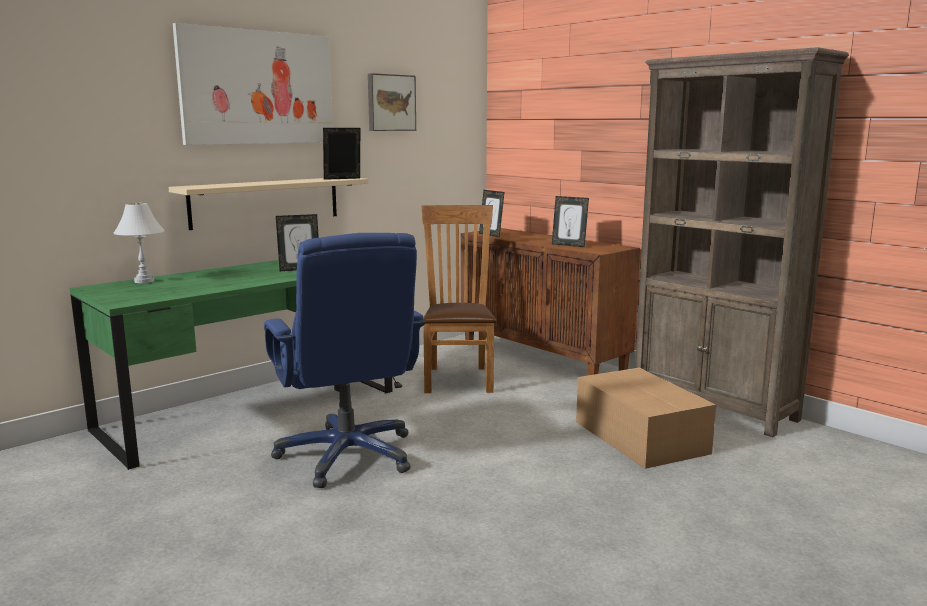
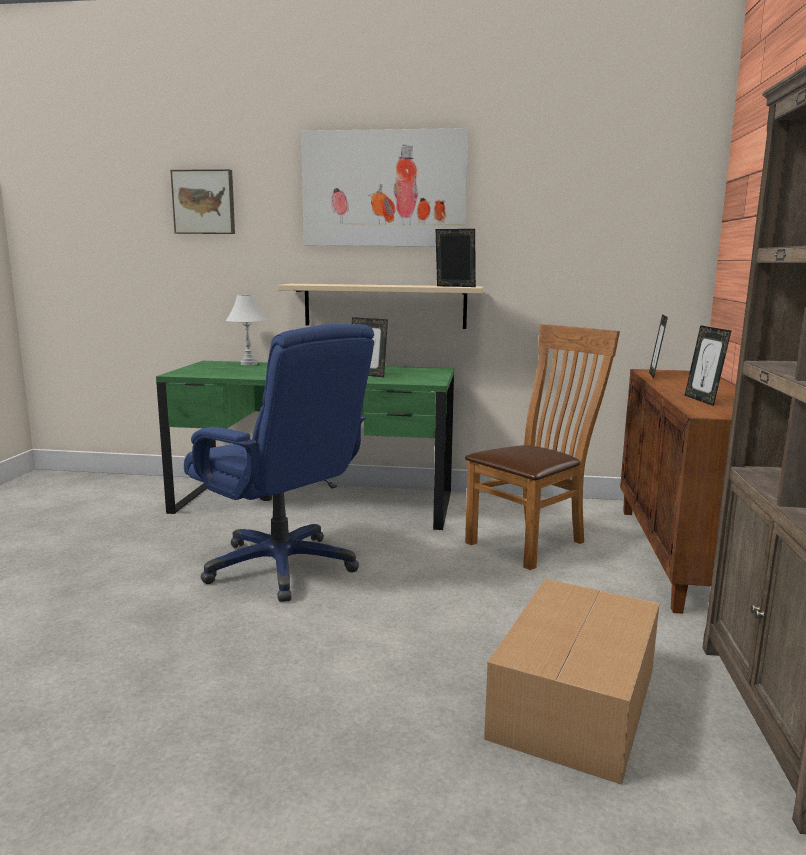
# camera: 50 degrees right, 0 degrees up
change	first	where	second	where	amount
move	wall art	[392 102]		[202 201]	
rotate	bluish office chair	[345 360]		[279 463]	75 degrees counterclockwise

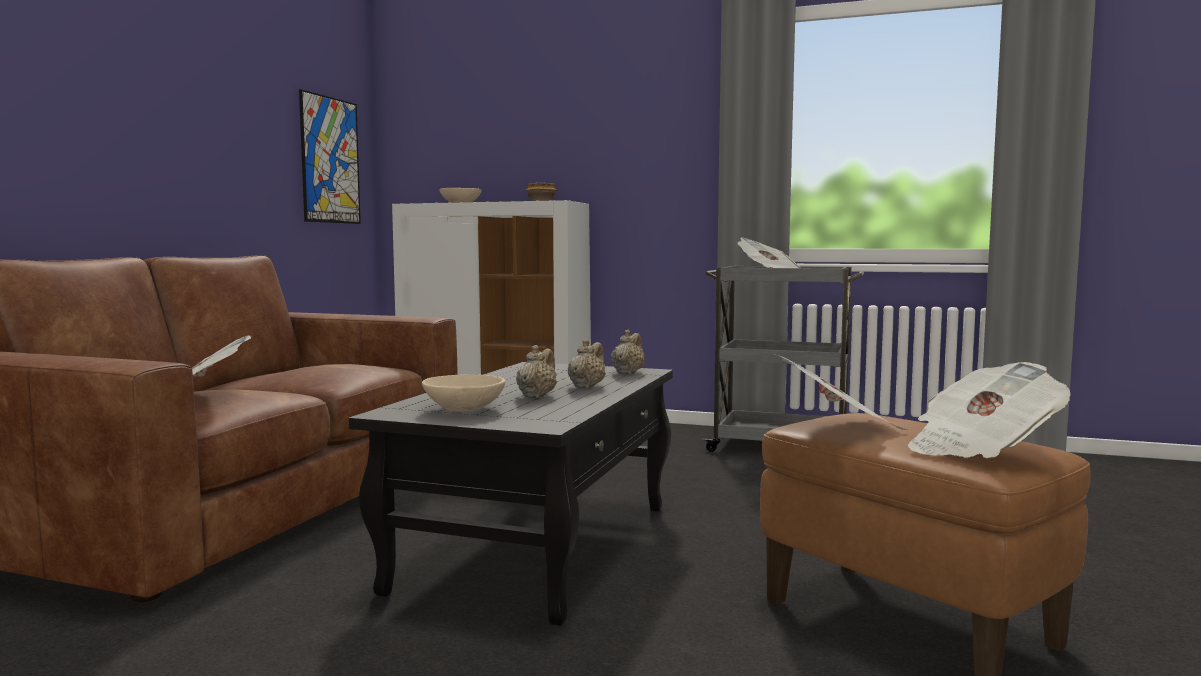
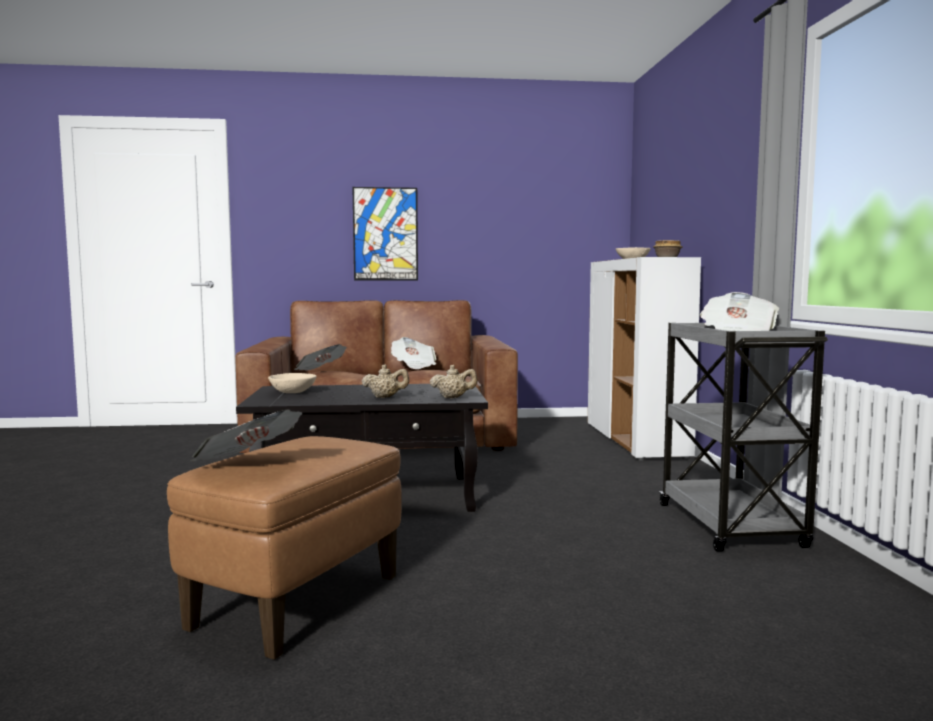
# camera: 65 degrees right, 0 degrees up
change	first	where	second	where	amount
move	wall art	[330 156]		[385 234]	
delete	sand-coloured tea pot	[536 371]			
move	daily paper	[840 392]		[413 353]	

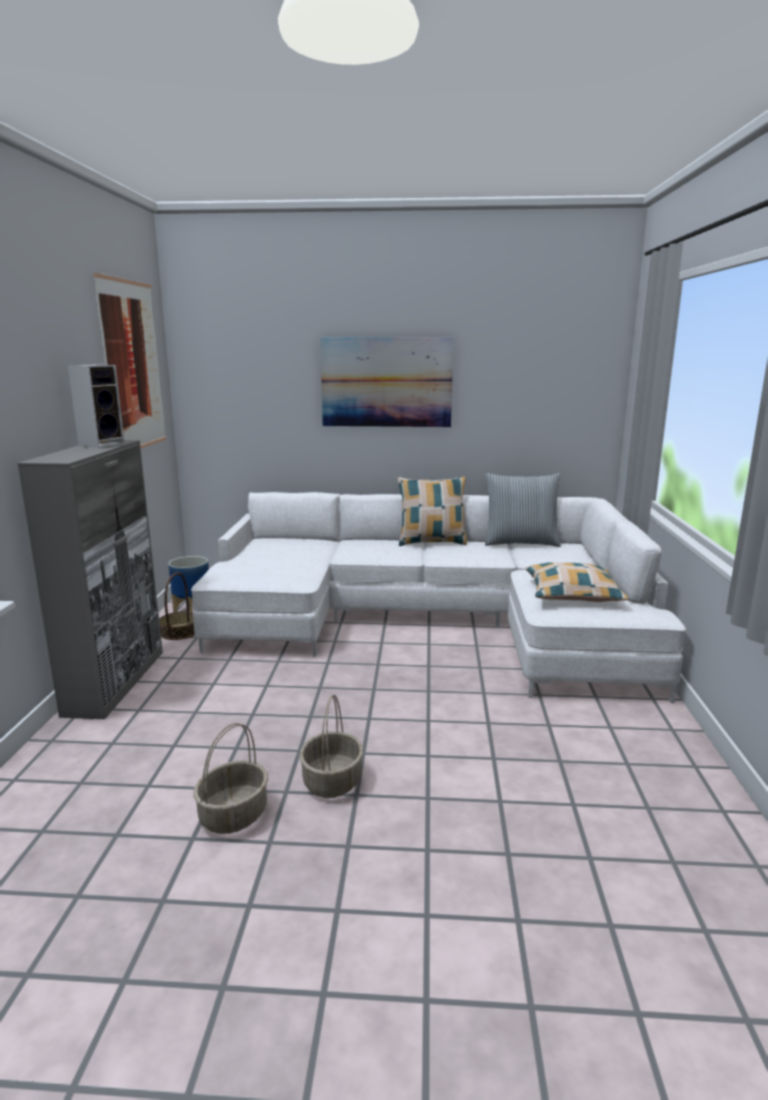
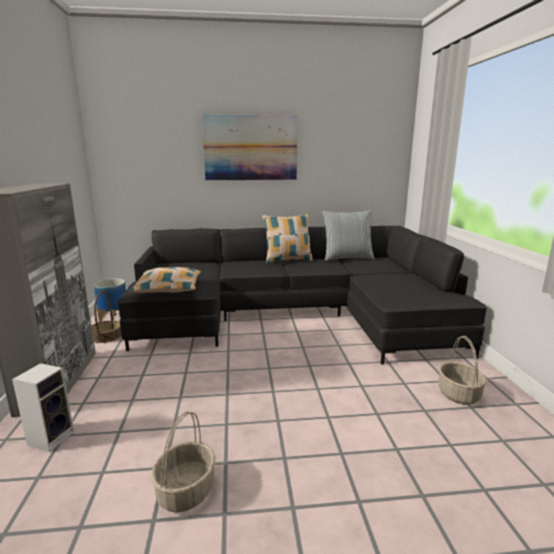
# camera: 10 degrees left, 0 degrees up
change	first	where	second	where	amount
delete	wall art	[129 360]			
move	speaker	[96 406]		[43 407]	
recolor	white-coloured sofa	[438 597]	black sofa	[302 295]	
move	pillow	[576 582]		[165 280]	
move	basket	[331 746]		[462 370]	

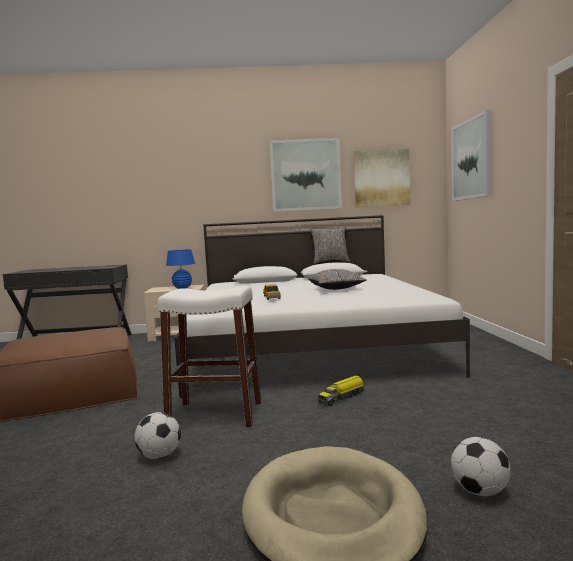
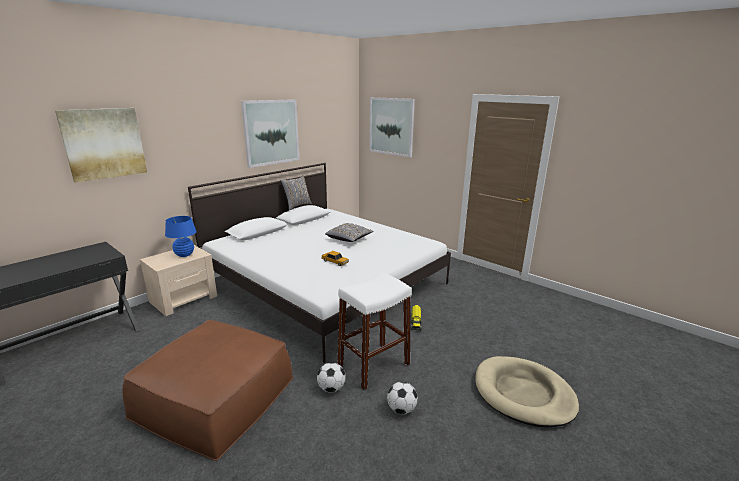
# camera: 45 degrees left, 15 degrees up
change	first	where	second	where	amount
move	wall art	[382 178]		[101 145]	
move	football	[481 466]		[331 377]	

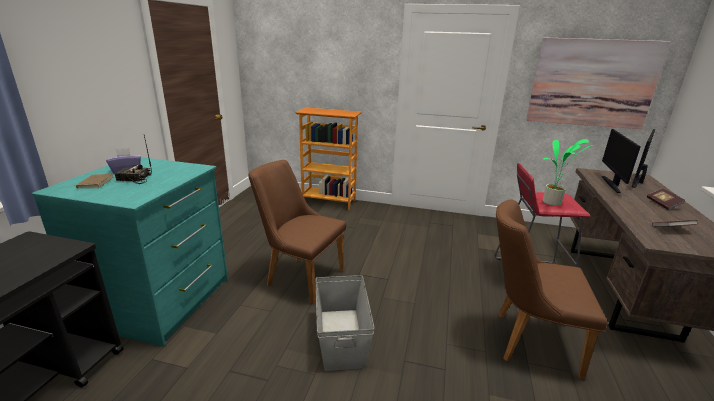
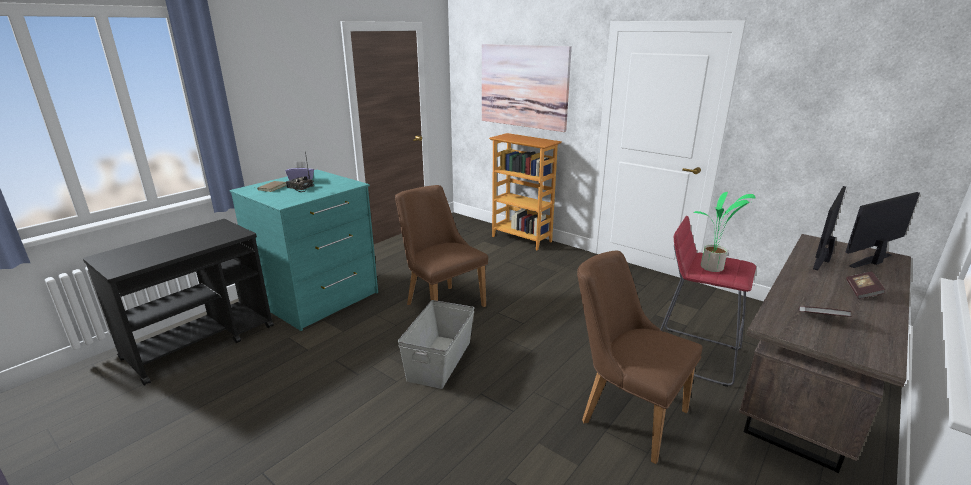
# camera: 25 degrees right, 0 degrees up
change	first	where	second	where	amount
move	wall art	[598 83]		[527 88]	

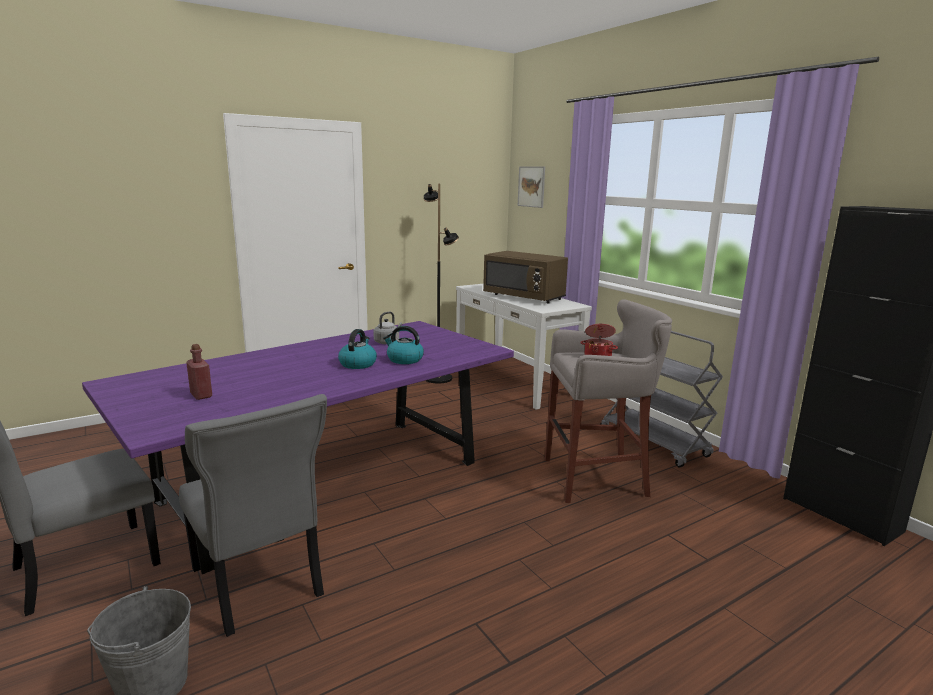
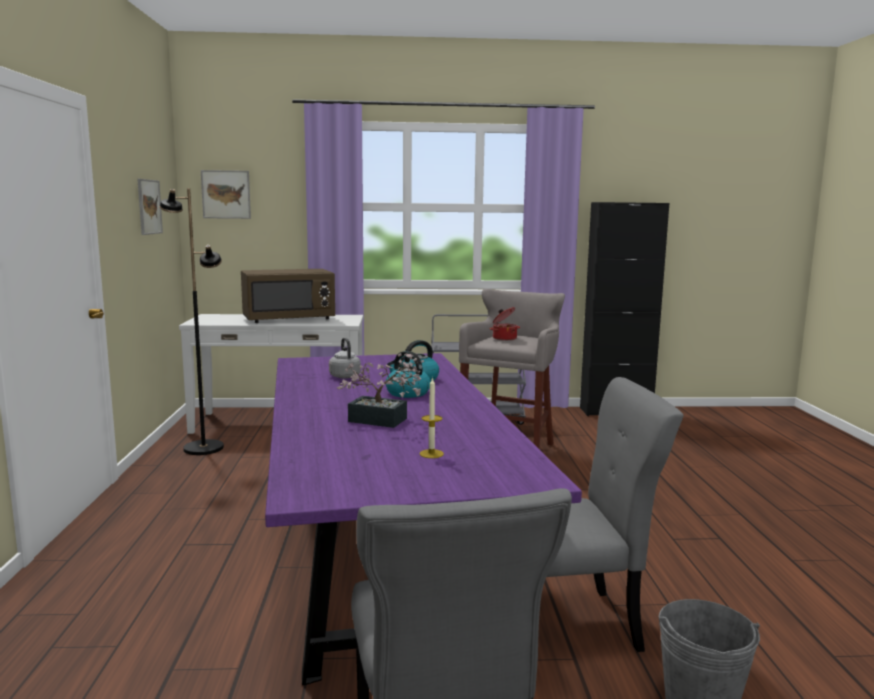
# camera: 60 degrees left, 5 degrees down
change	first	where	second	where	amount
replace	reddish beverage bottle	[199 372]	candle	[431 417]	
insert			wall art	[150 207]	
insert			potted plant	[380 390]	

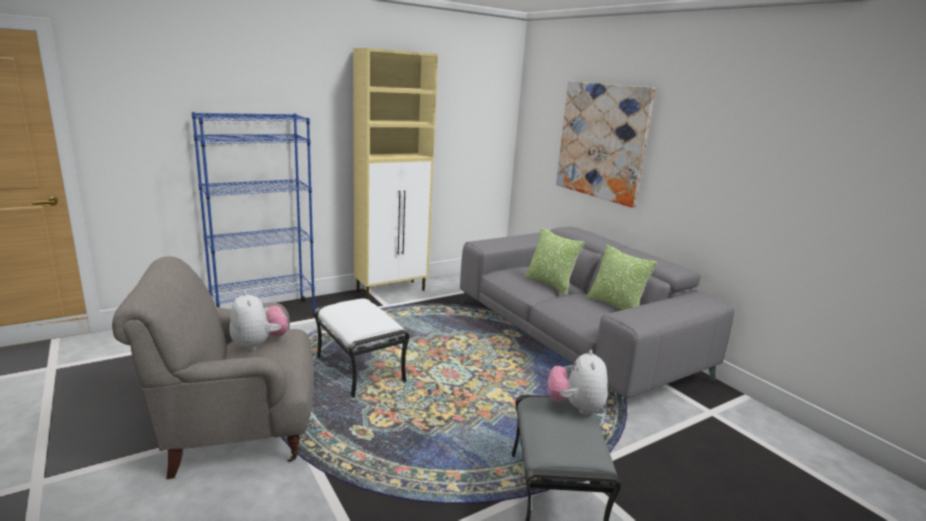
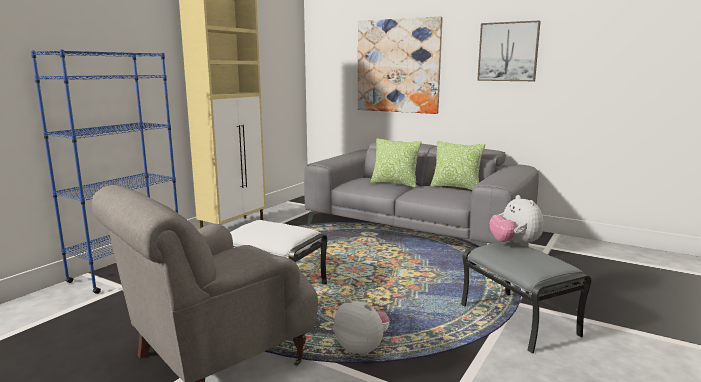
# camera: 25 degrees left, 5 degrees down
change	first	where	second	where	amount
move	cuddly toy	[258 321]		[362 327]	
insert			wall art	[509 51]	

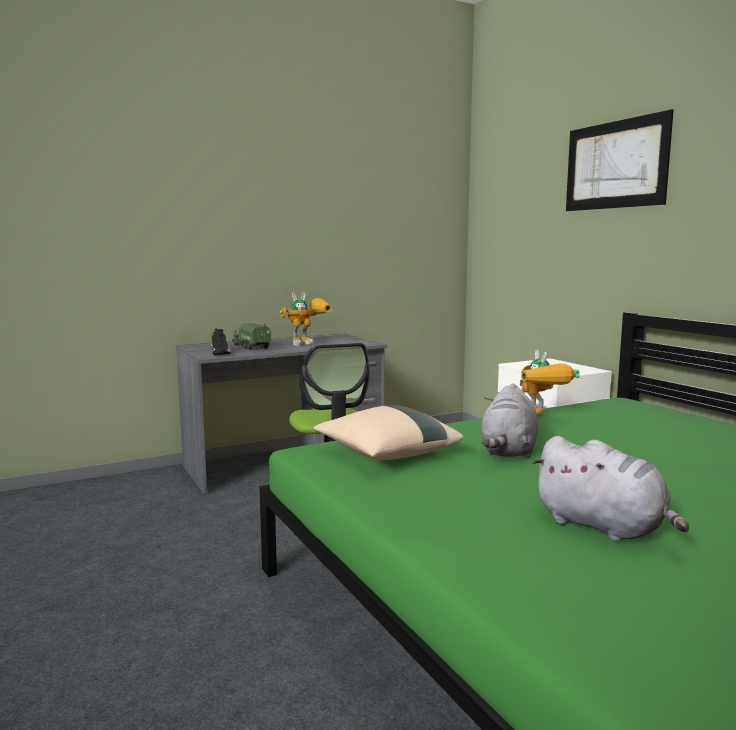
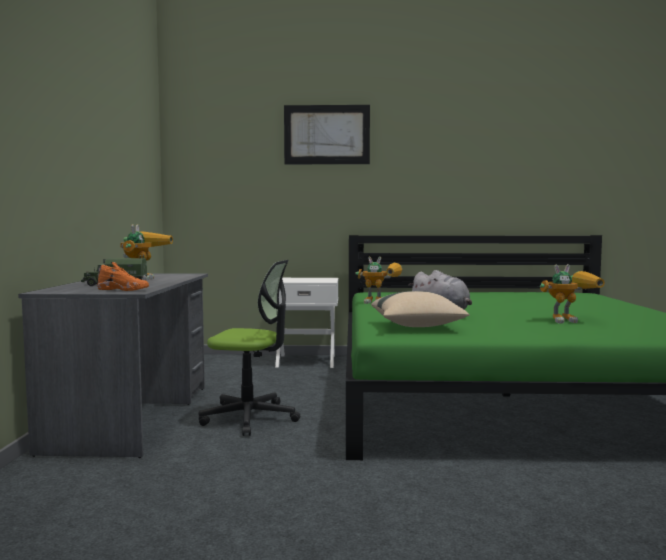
# camera: 60 degrees left, 5 degrees down
change	first	where	second	where	amount
recolor	black low shoe	[221 341]	orangey low shoe	[123 276]	
replace	gray cuddly toy	[610 489]	toy robot	[572 293]	

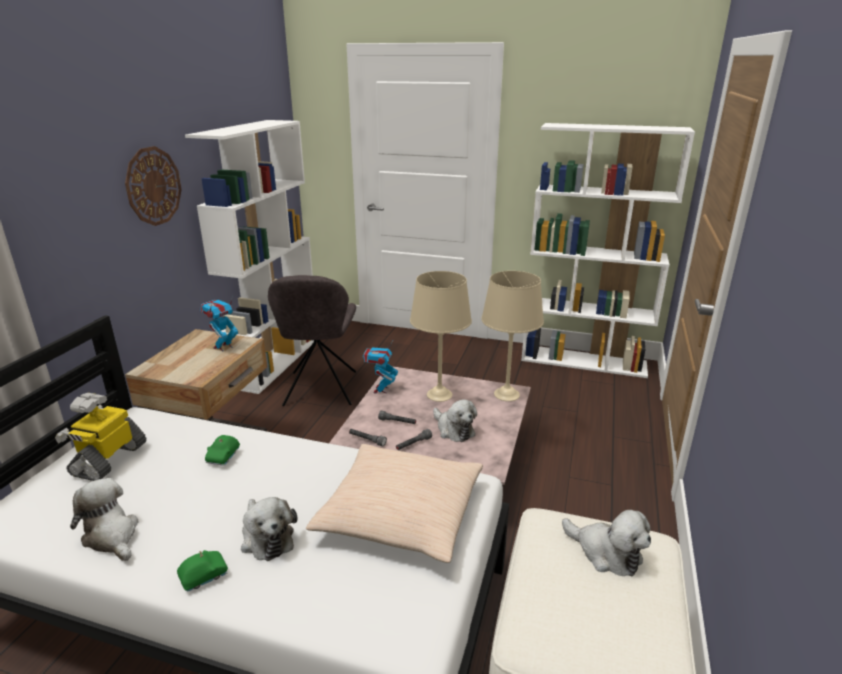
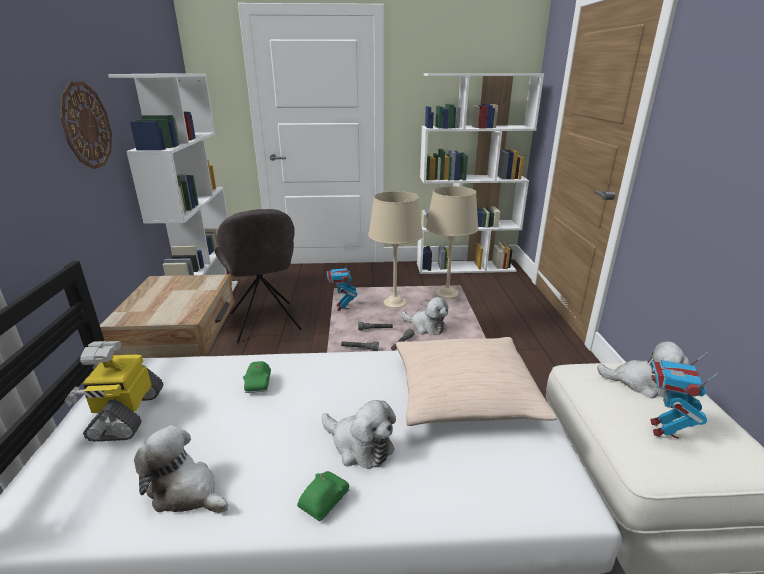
# camera: 20 degrees left, 0 degrees up
change	first	where	second	where	amount
move	toy robot	[219 323]		[684 395]	

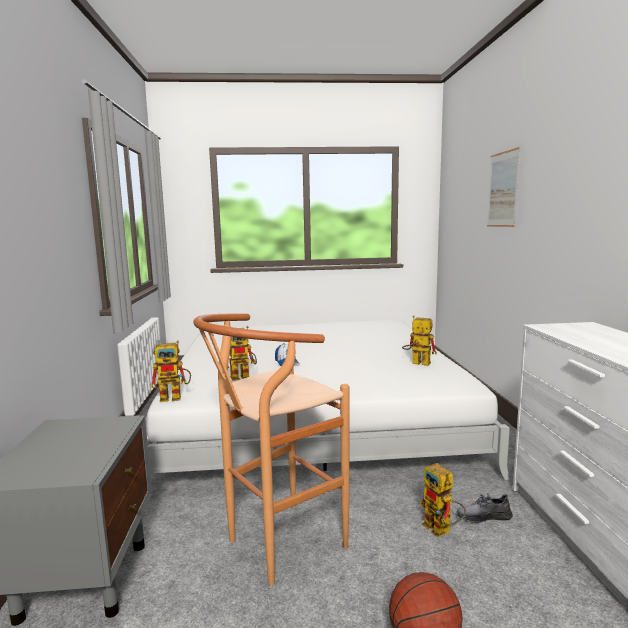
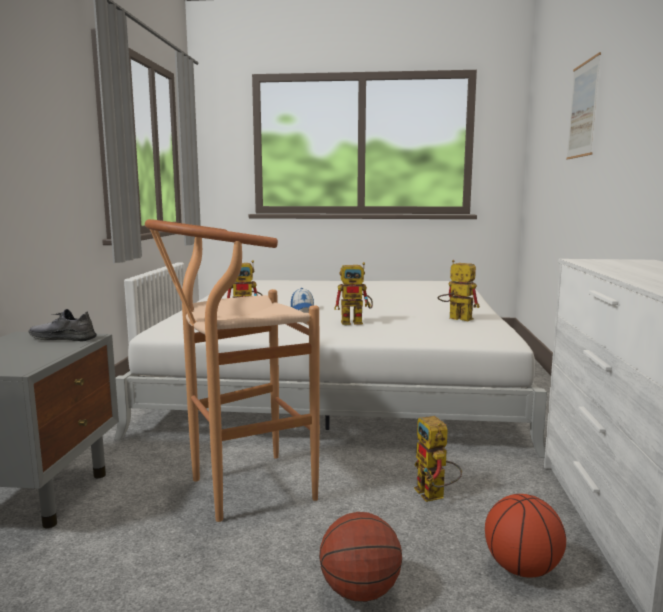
# camera: 10 degrees right, 0 degrees up
change	first	where	second	where	amount
move	toy robot	[171 371]		[353 293]	
move	gray low shoe	[484 508]		[63 325]	
insert			basketball ball	[525 535]	

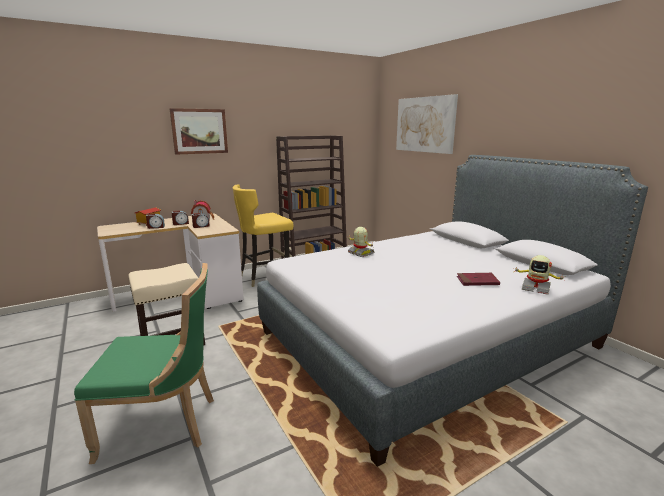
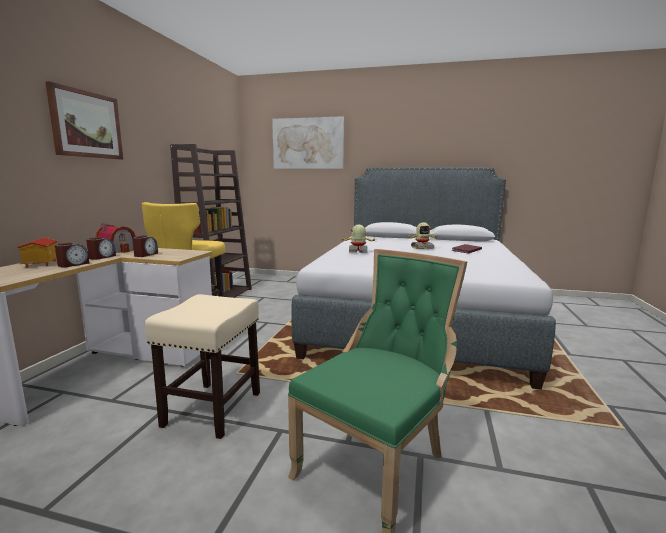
# camera: 45 degrees left, 5 degrees down
change	first	where	second	where	amount
move	toy robot	[539 275]		[423 235]	

